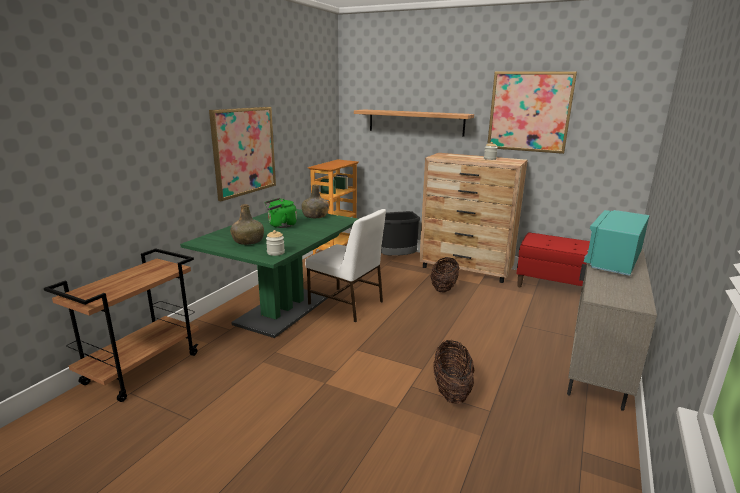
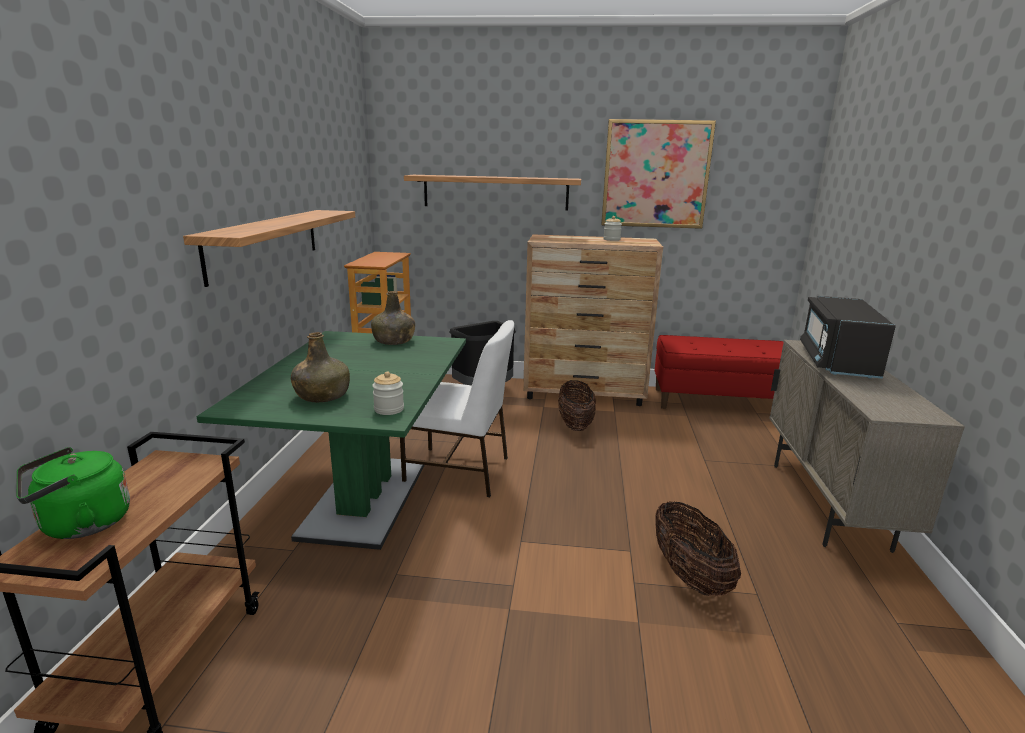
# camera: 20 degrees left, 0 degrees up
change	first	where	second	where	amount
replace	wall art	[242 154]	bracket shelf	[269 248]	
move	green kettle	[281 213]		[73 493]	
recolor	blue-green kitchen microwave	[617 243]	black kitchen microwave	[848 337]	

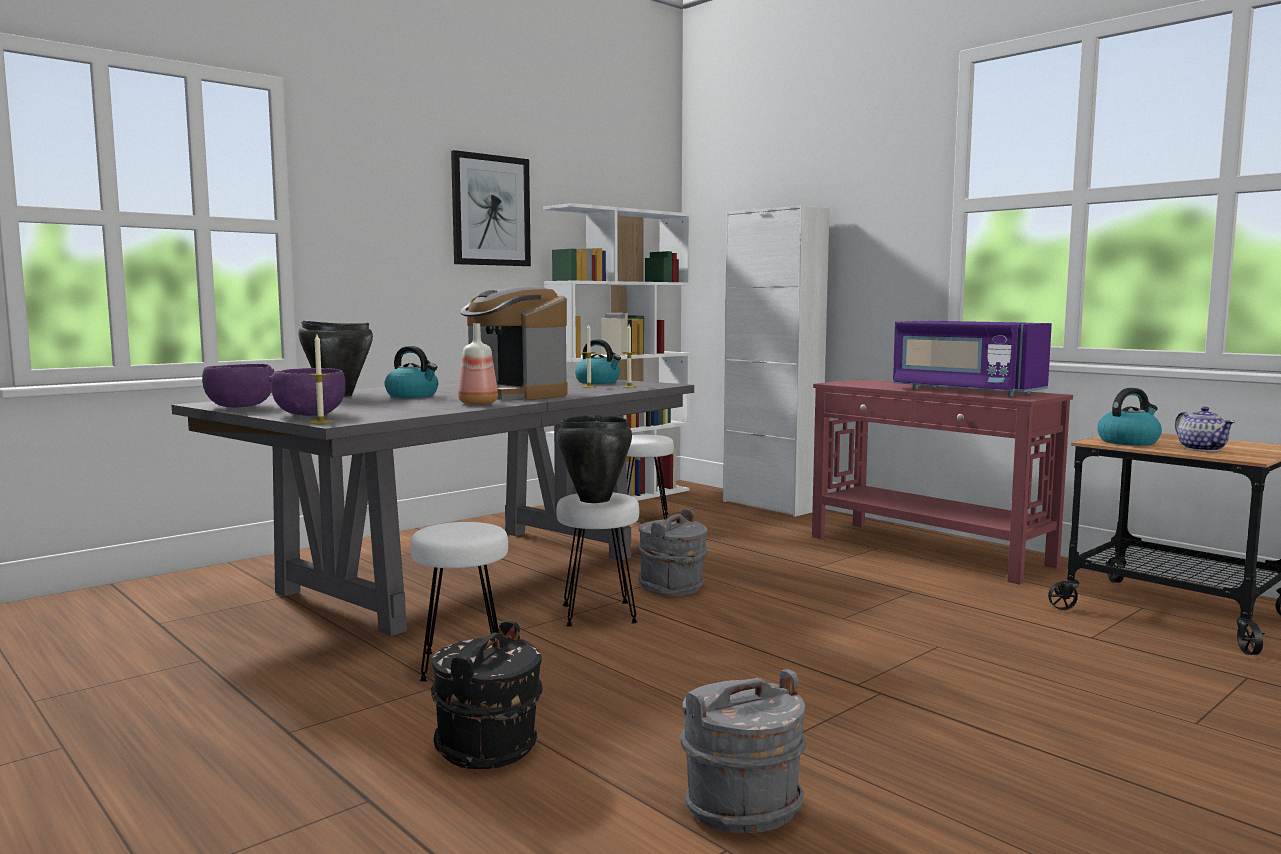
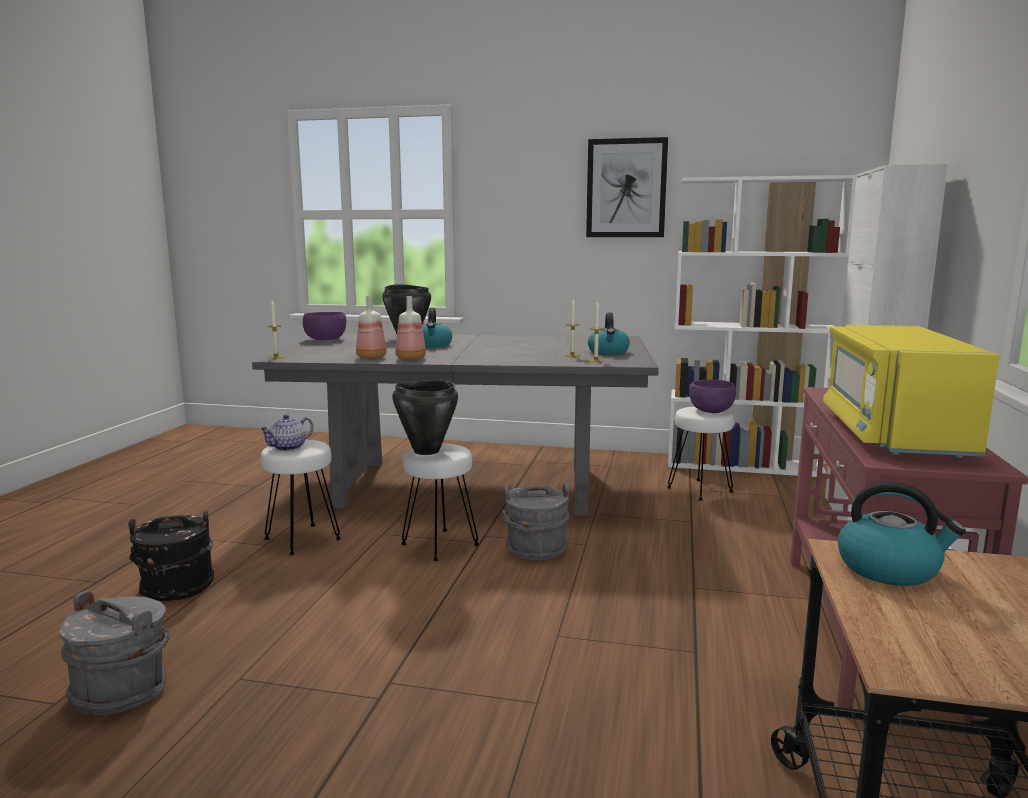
# camera: 55 degrees right, 5 degrees up
change	first	where	second	where	amount
delete	coffee machine	[513 343]			
recolor	purplish kitchen microwave	[972 359]	yellowish kitchen microwave	[911 391]	
move	purplish serving bowl	[307 392]		[712 396]	
move	tea pot	[1205 429]		[286 432]	
insert			beverage bottle	[371 327]	

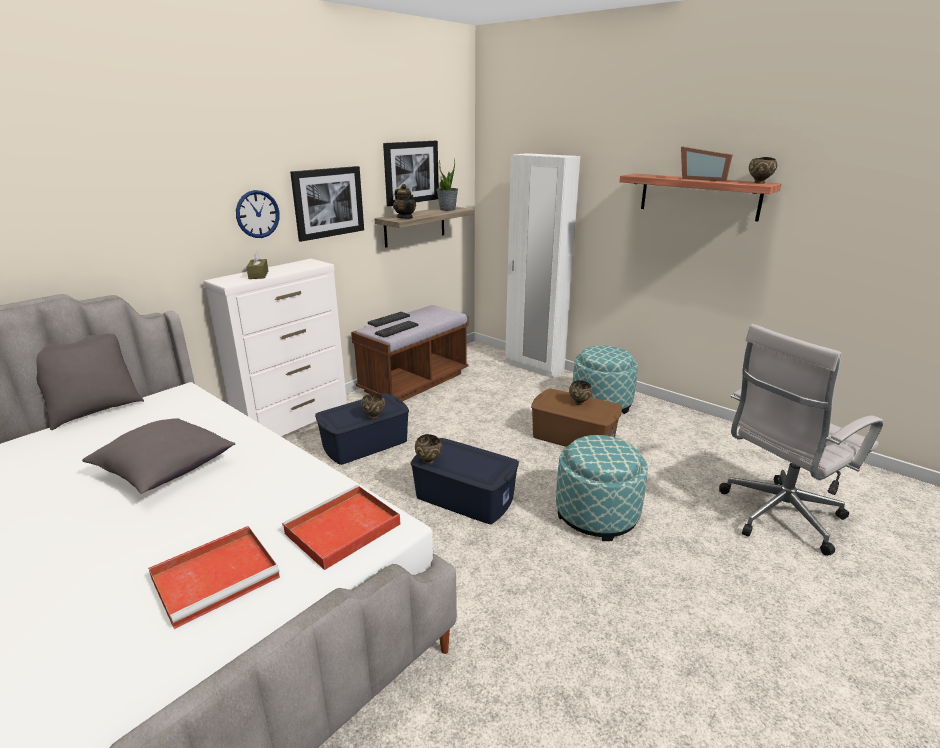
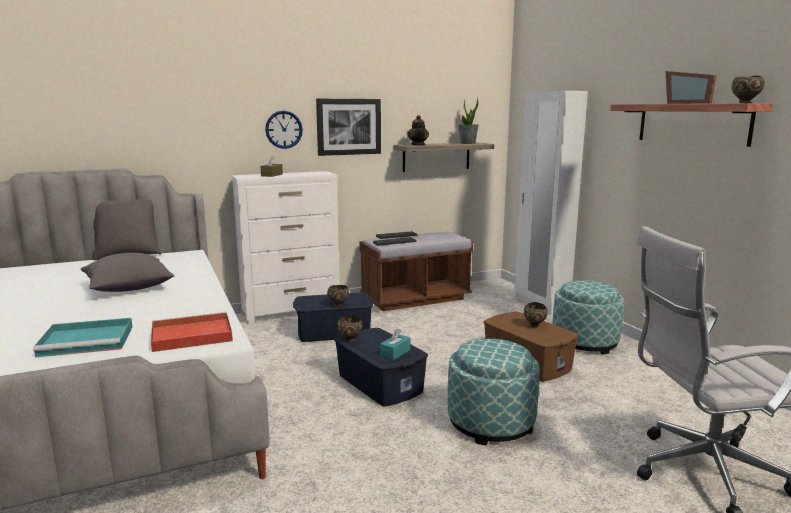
# camera: 25 degrees right, 10 degrees down
change	first	where	second	where	amount
delete	wall art	[411 173]			
recolor	reddish tray	[214 577]	blue-green tray	[82 338]	
insert			blue-green box of tissues	[395 344]	

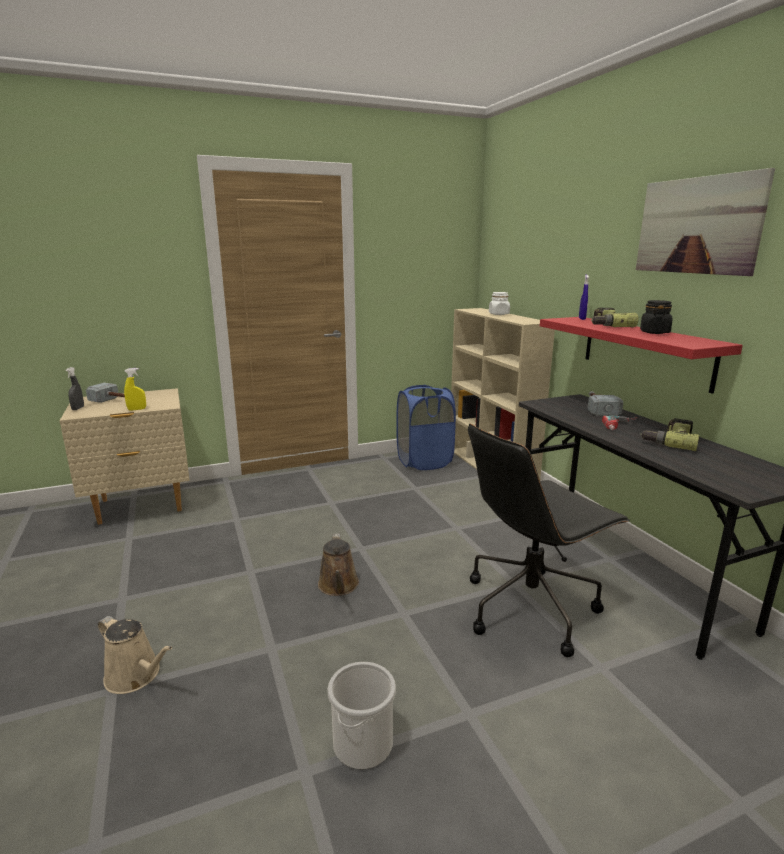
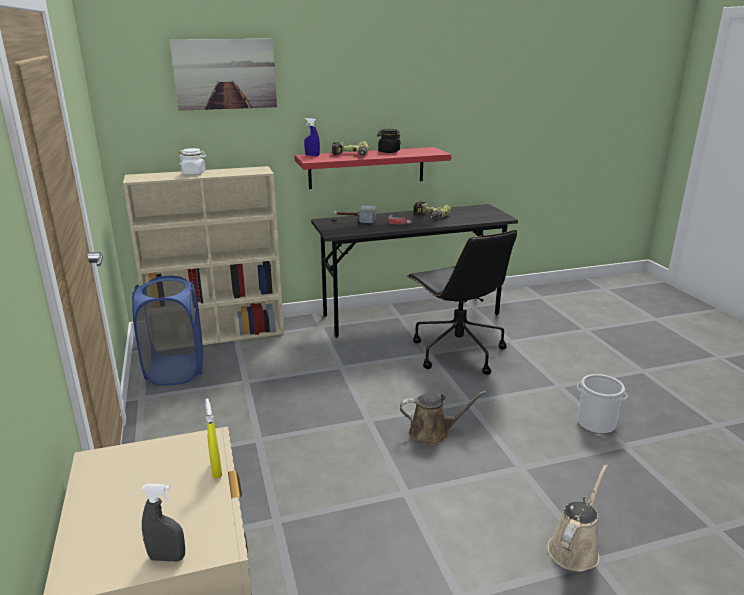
# camera: 85 degrees left, 5 degrees up
change	first	where	second	where	amount
move	wall art	[705 222]		[223 75]	
delete	hammer	[105 393]			

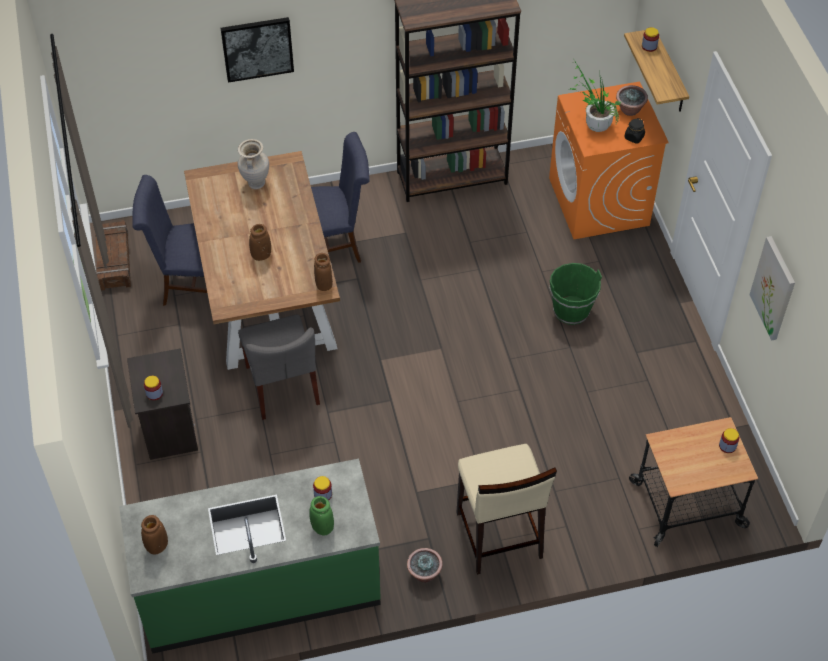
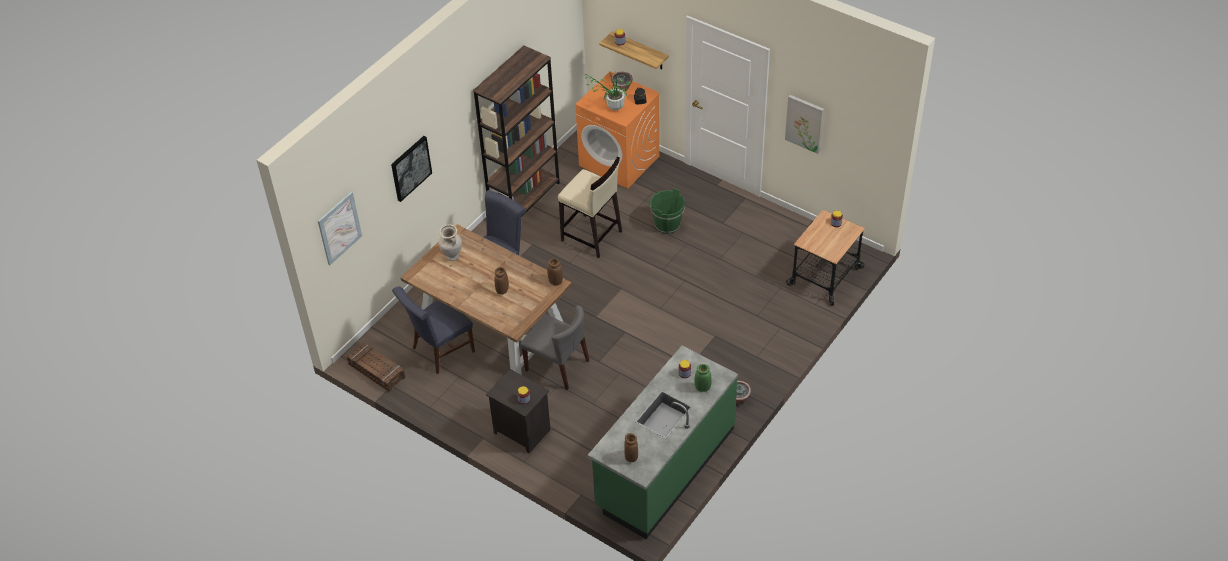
# camera: 40 degrees left, 5 degrees down
change	first	where	second	where	amount
move	sand-coloured stool seat	[506 509]		[590 207]	
insert			wall art	[340 228]	

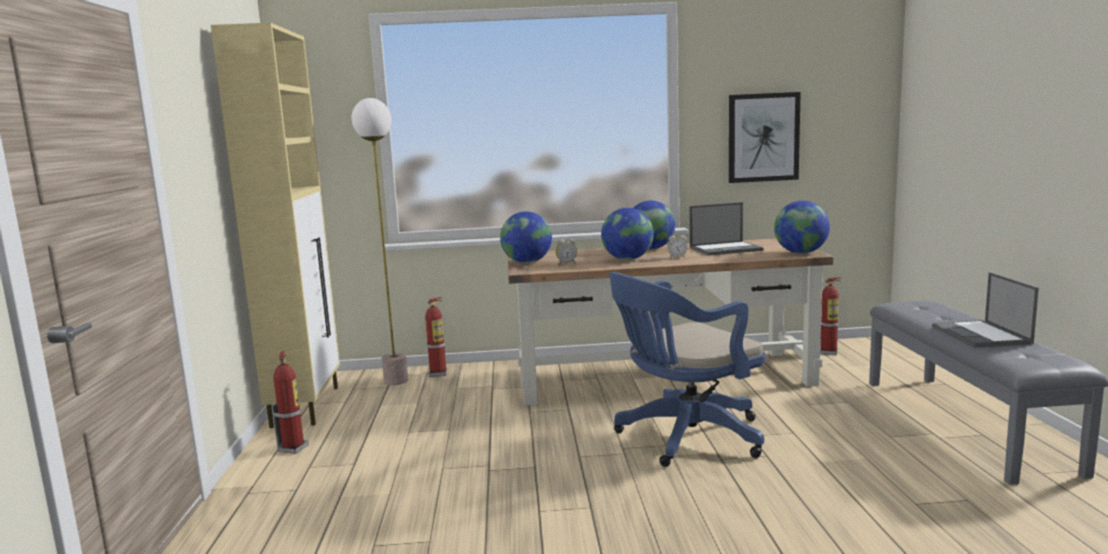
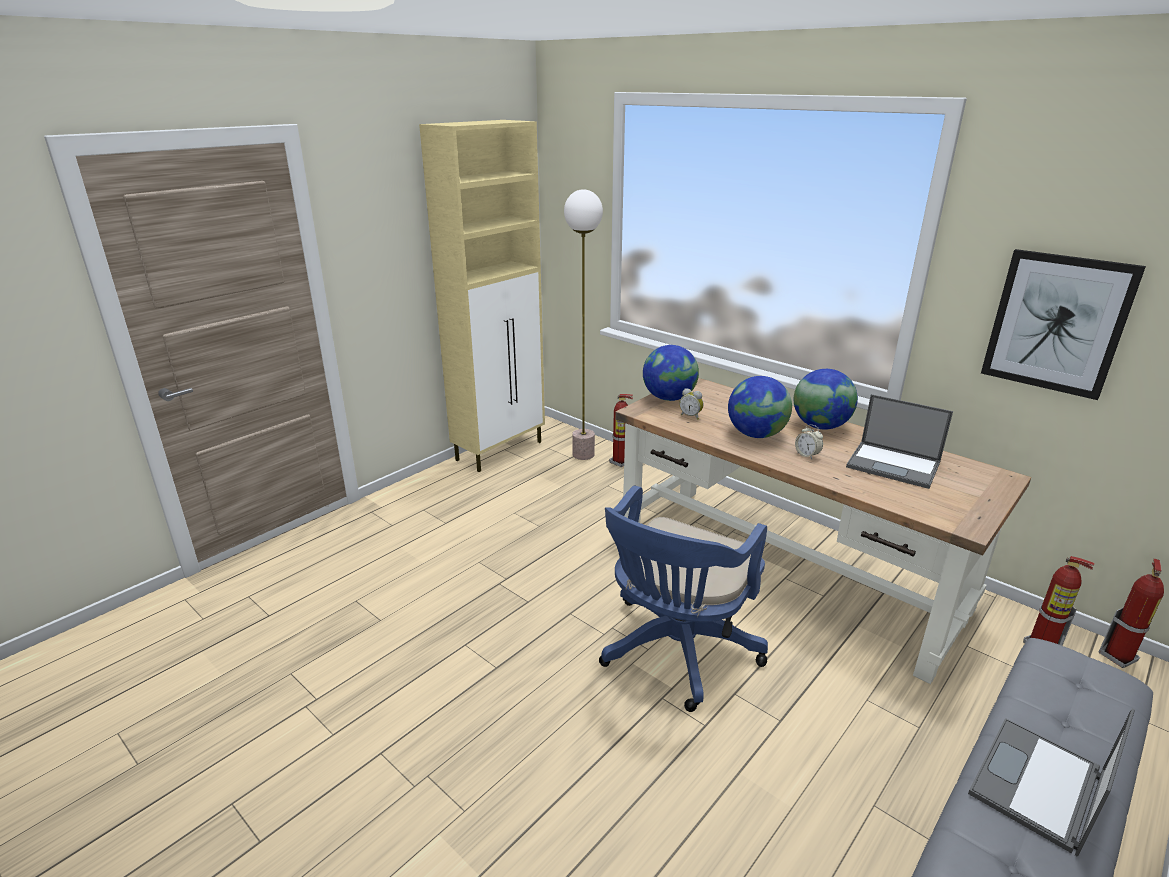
# camera: 45 degrees right, 15 degrees up
change	first	where	second	where	amount
delete	world globe	[802 227]			
rotate	bluish office chair	[687 369]		[683 598]	75 degrees counterclockwise
move	fire extinguisher	[290 402]		[1131 613]	

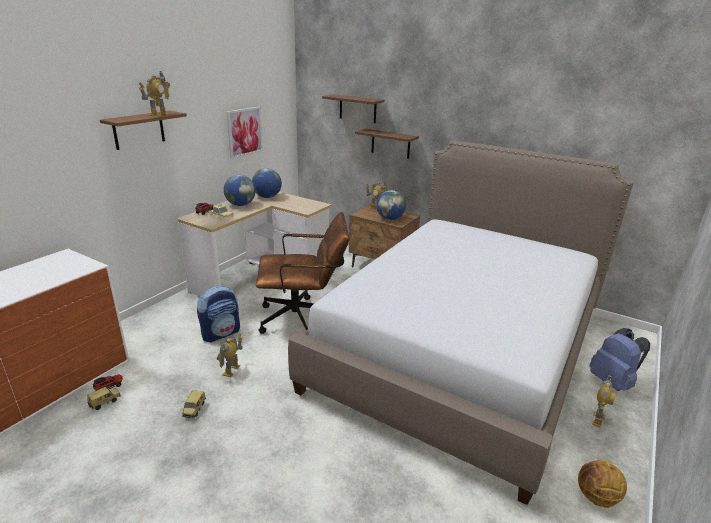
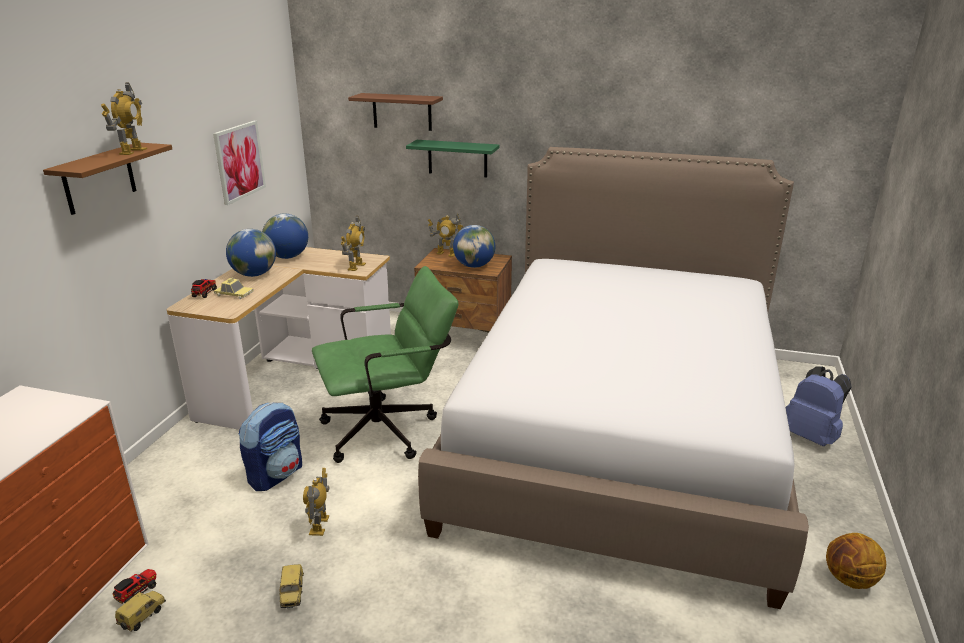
# camera: 15 degrees left, 0 degrees up
change	first	where	second	where	amount
recolor	brown bracket shelf	[387 144]	green bracket shelf	[453 158]	
recolor	brown office chair	[303 273]	green office chair	[385 364]	
move	toy robot	[604 401]		[353 243]	

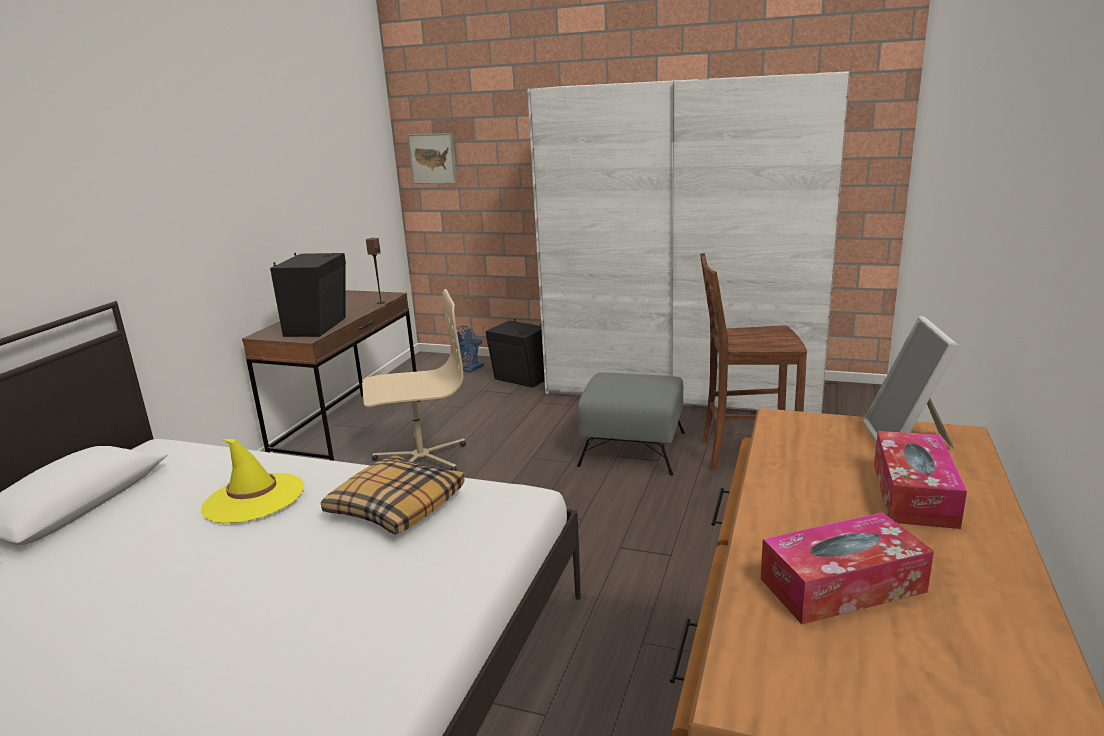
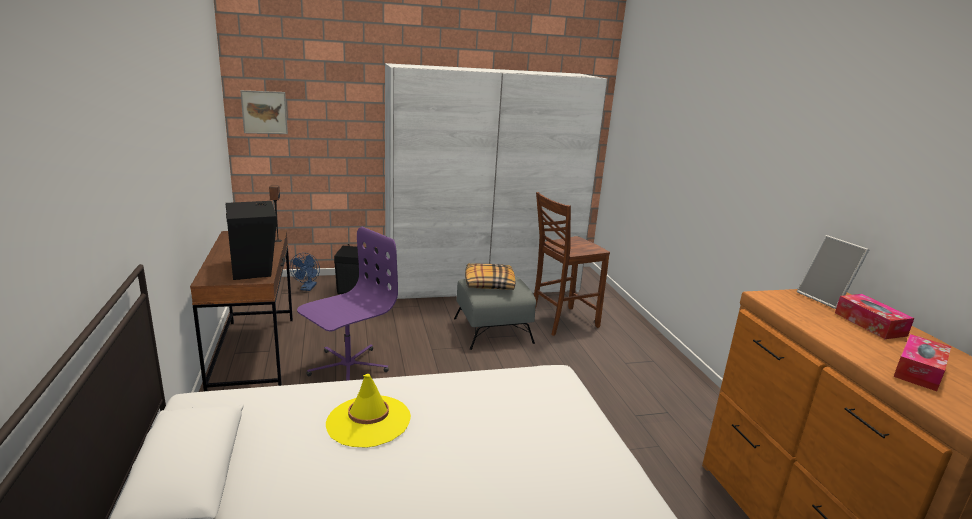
# camera: 35 degrees left, 0 degrees up
change	first	where	second	where	amount
recolor	sand-coloured office chair	[414 380]	purplish office chair	[347 304]	
move	pillow	[393 495]		[490 277]	

